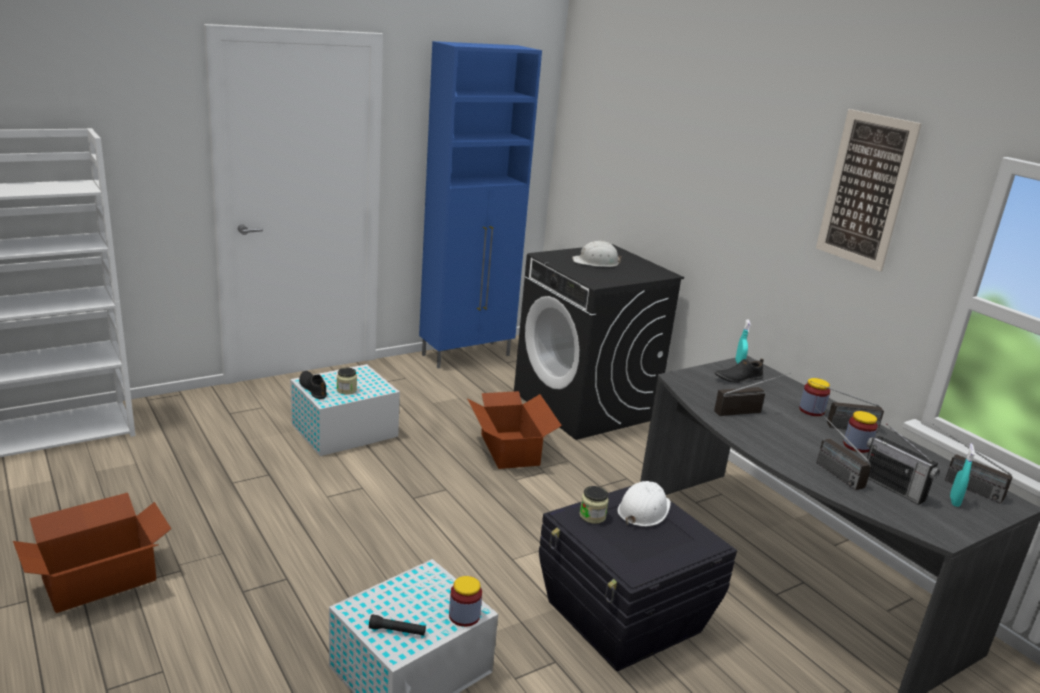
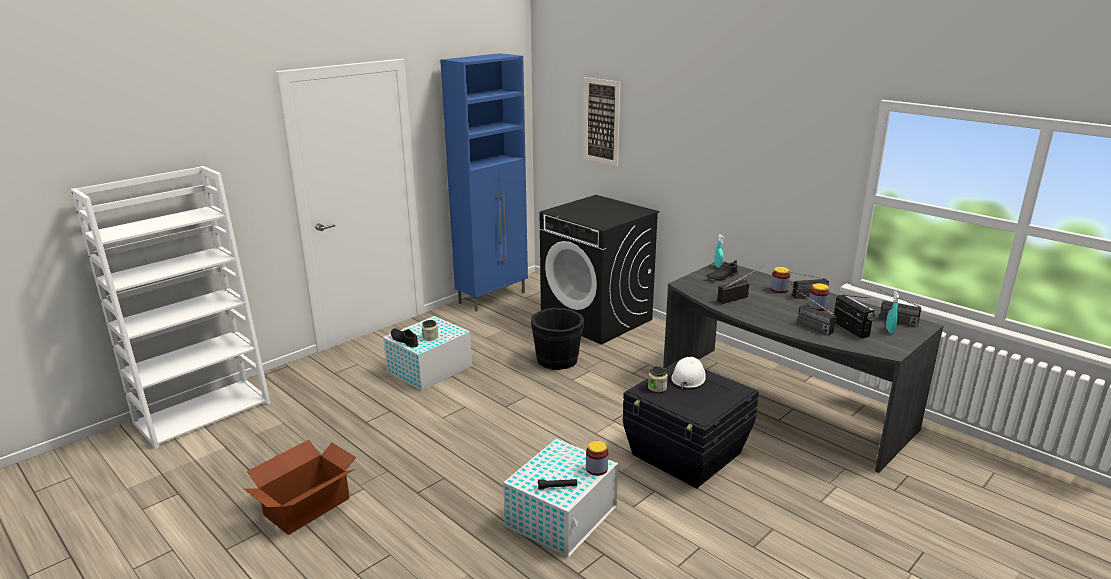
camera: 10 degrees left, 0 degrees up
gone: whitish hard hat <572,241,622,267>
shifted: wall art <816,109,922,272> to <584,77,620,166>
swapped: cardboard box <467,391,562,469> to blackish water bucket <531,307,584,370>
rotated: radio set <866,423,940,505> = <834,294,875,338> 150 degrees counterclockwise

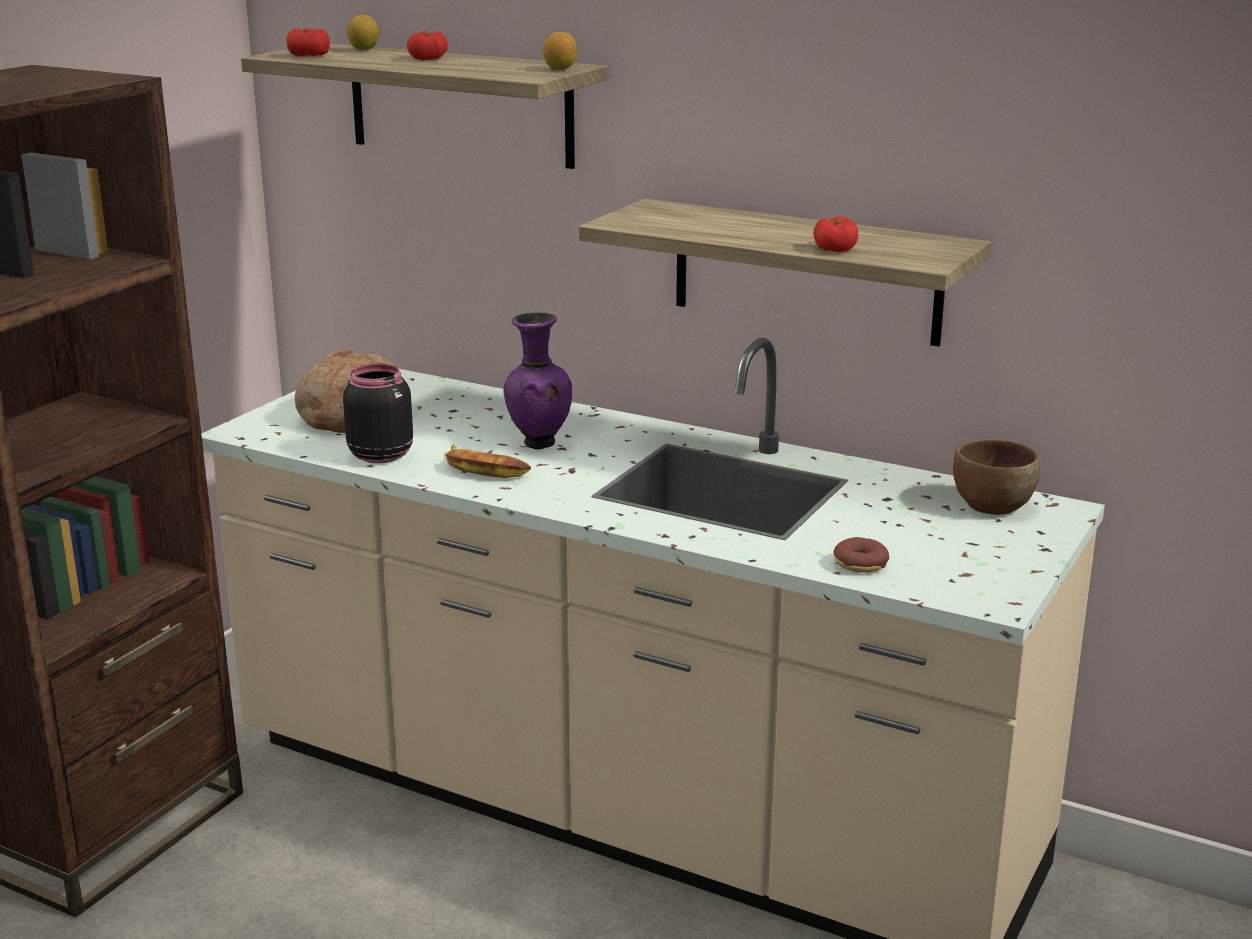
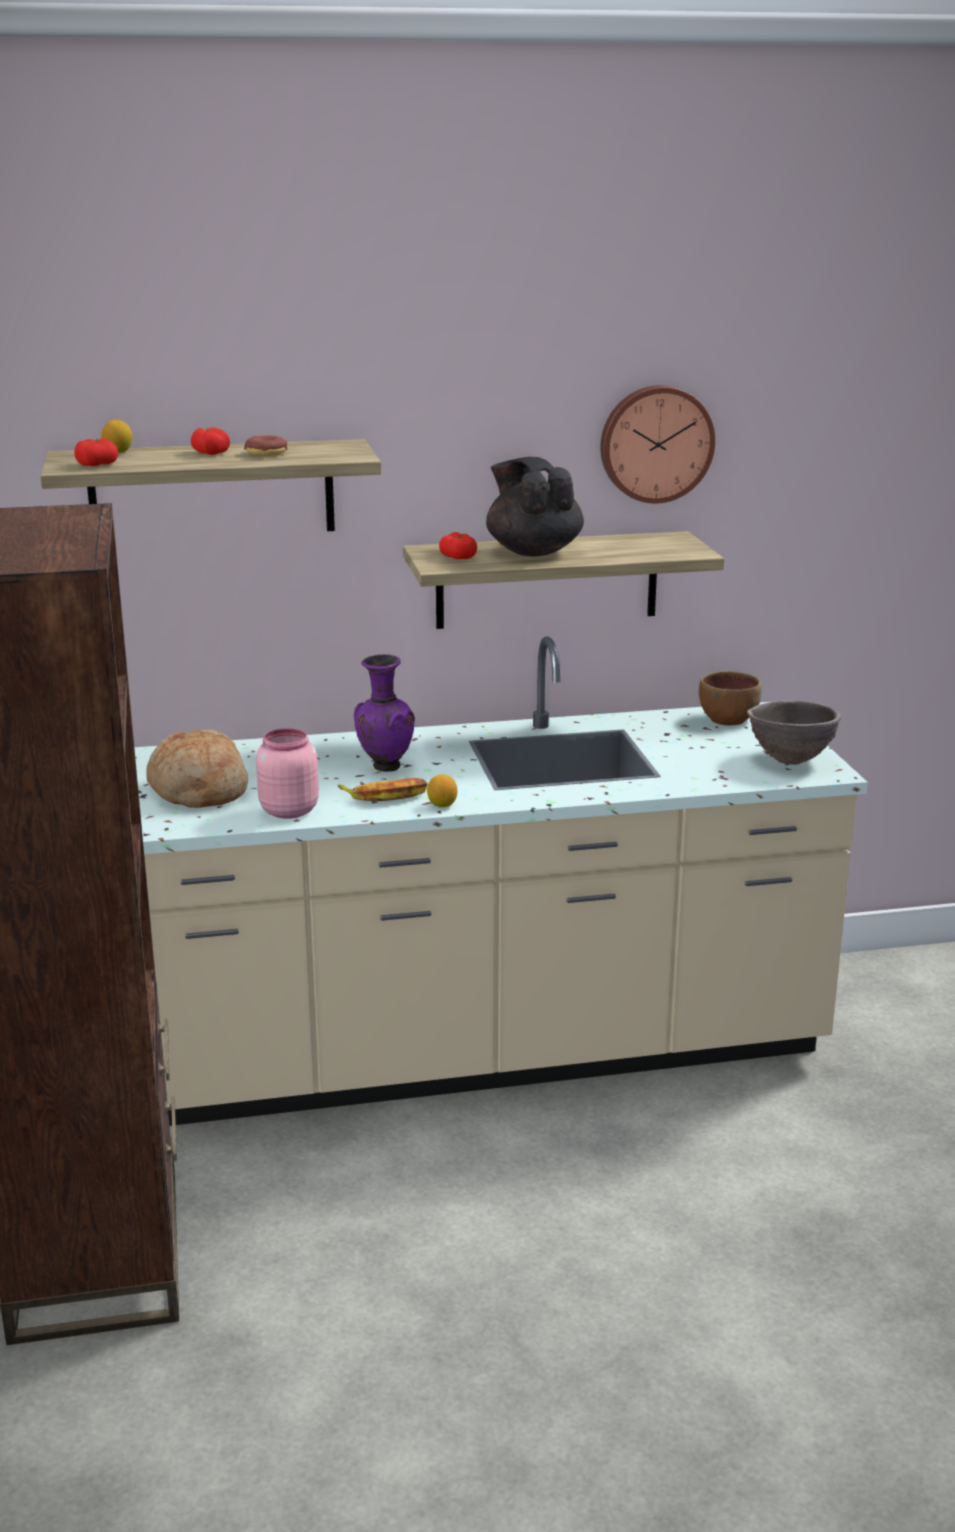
camera: 40 degrees left, 0 degrees up
new: blackish pot for tea <486,457,584,556>; hanging clock <600,385,715,504>; brownish serving bowl <747,700,841,765>
shifted: citrus fruit <543,32,577,70> to <427,774,457,807>; fresh tomato <813,216,858,252> to <439,532,477,559>; doughnut <833,537,889,573> to <244,435,288,456>
repainted: blackish storage jar <343,364,413,463> to pink storage jar <256,728,319,819>

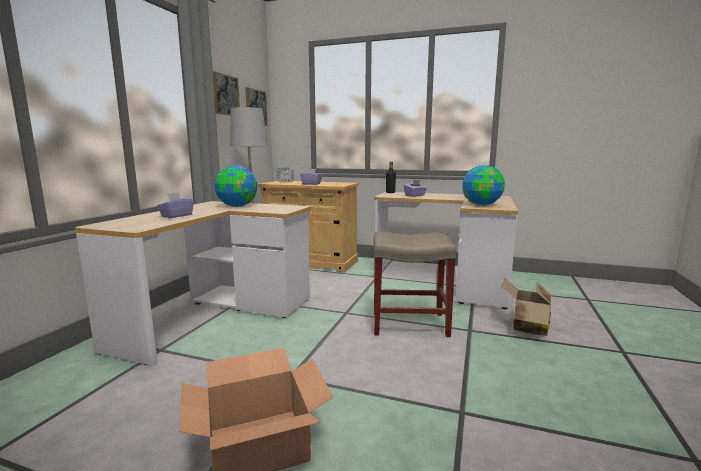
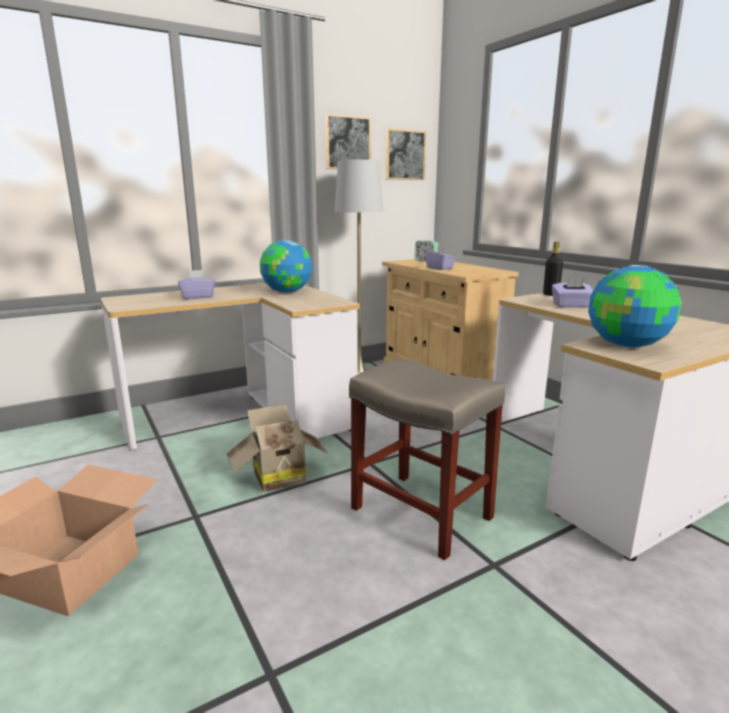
camera: 40 degrees right, 5 degrees up
shifted: cardboard box <501,278,551,336> to <227,404,328,492>

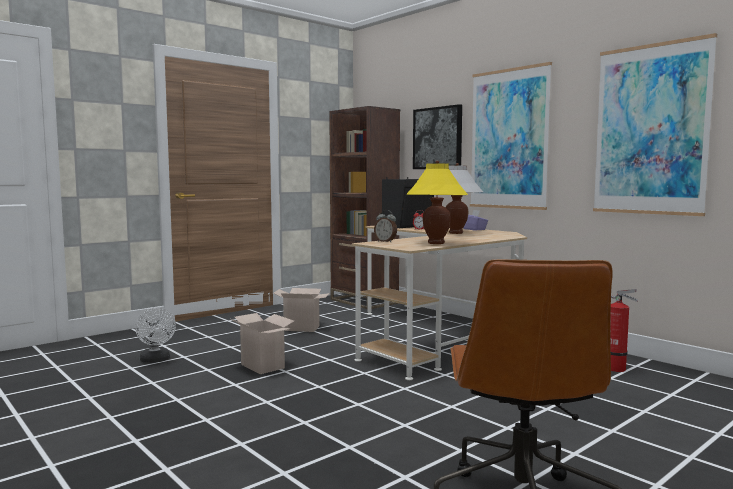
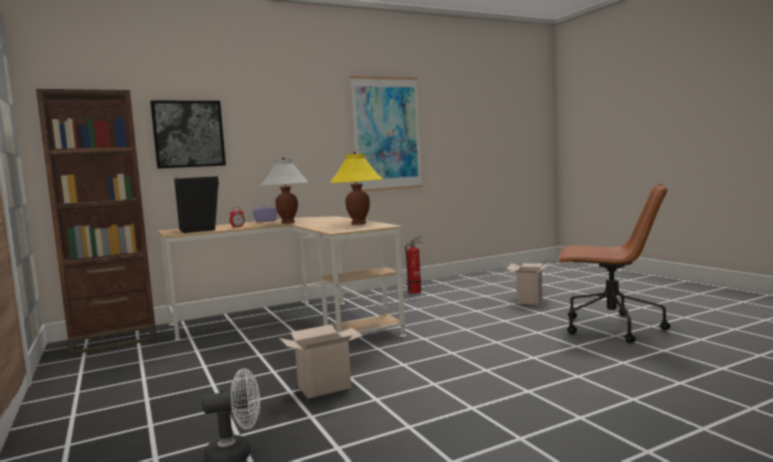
camera: 75 degrees left, 0 degrees up
gone: bedside clock <374,210,397,242>; wall art <470,62,552,210>
shifted: cardboard box <273,288,330,332> to <506,262,550,305>

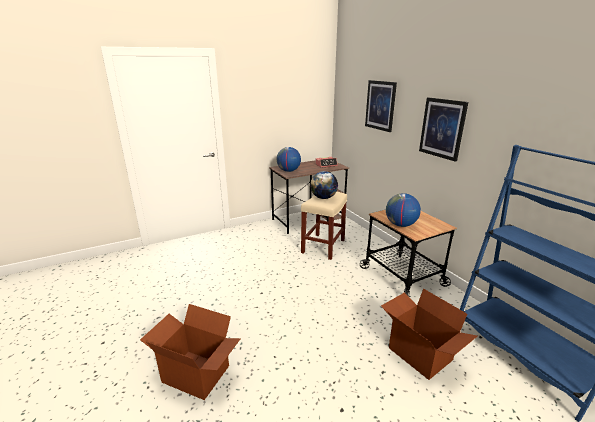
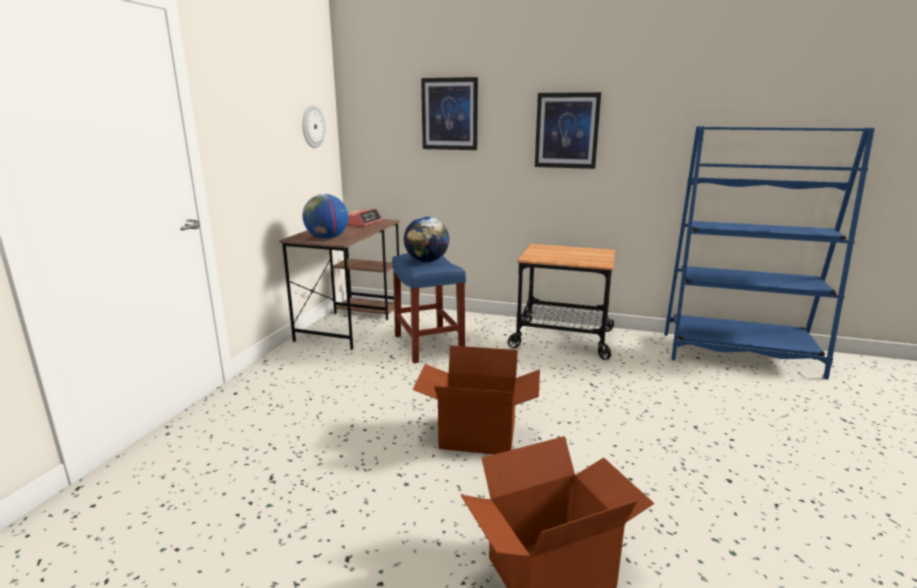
camera: 45 degrees left, 5 degrees down
gone: world globe <386,193,421,227>
new: hanging clock <303,105,325,148>
shifted: cardboard box <381,288,478,380> to <412,345,540,454>
repainted: beige-coloured sitting stool <301,191,347,260> to blue sitting stool <392,253,466,363>

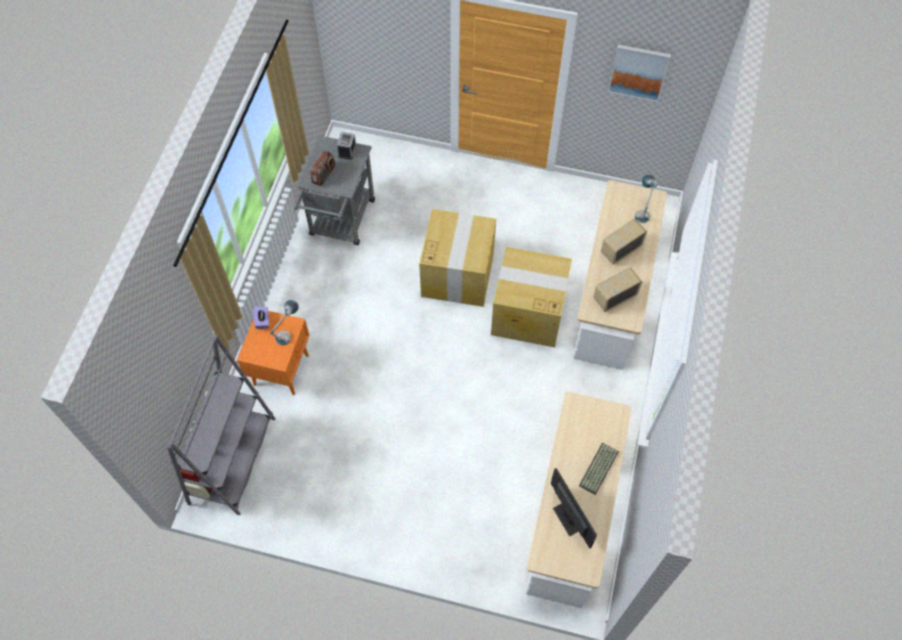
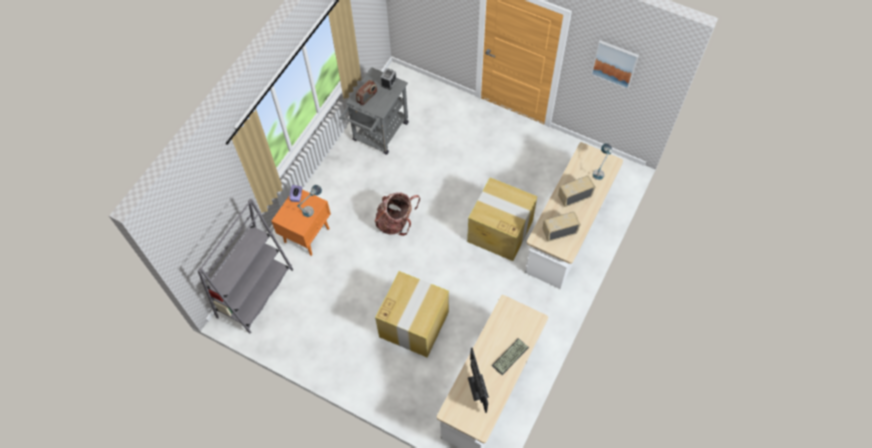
camera: 15 degrees right, 0 degrees up
new: backpack <375,192,420,236>
shifted: cardboard box <419,209,496,307> to <375,271,449,358>

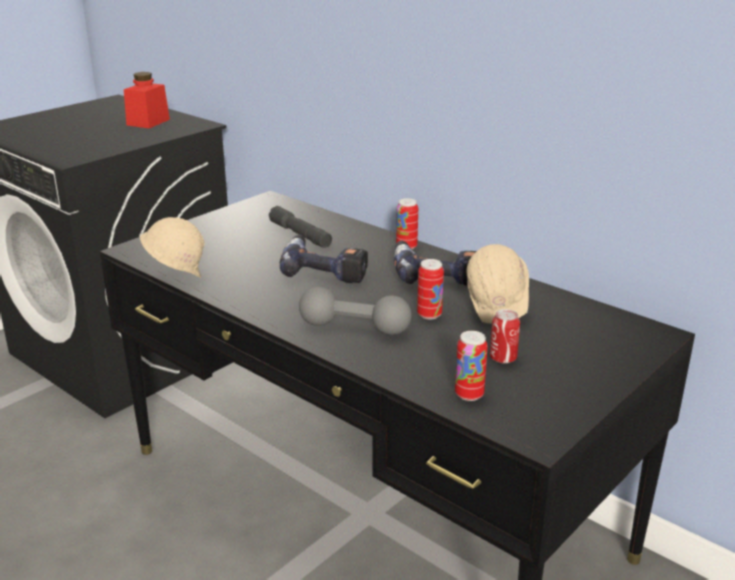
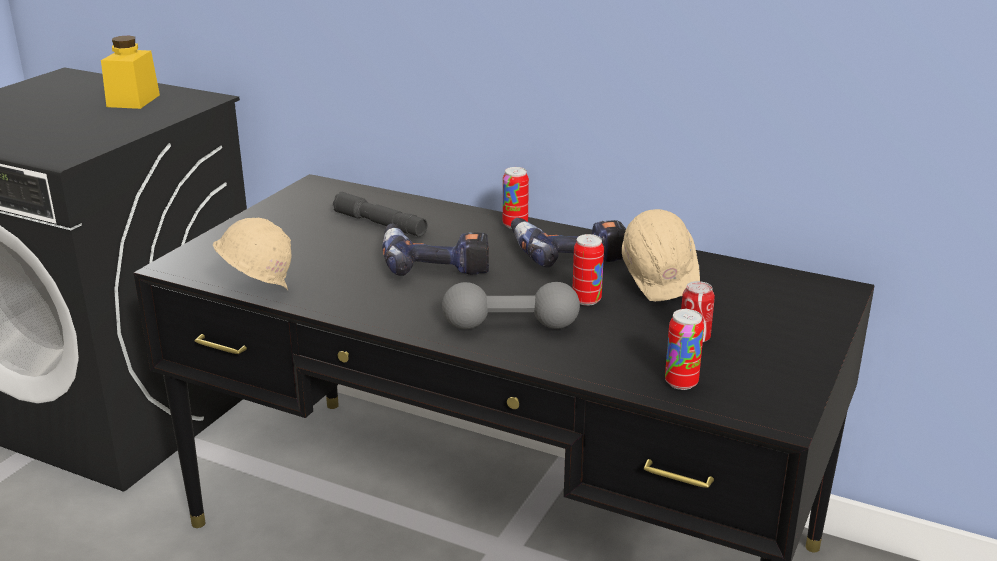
camera: 15 degrees left, 0 degrees up
repainted: reddish storage jar <124,72,170,128> to yellowish storage jar <101,36,160,109>

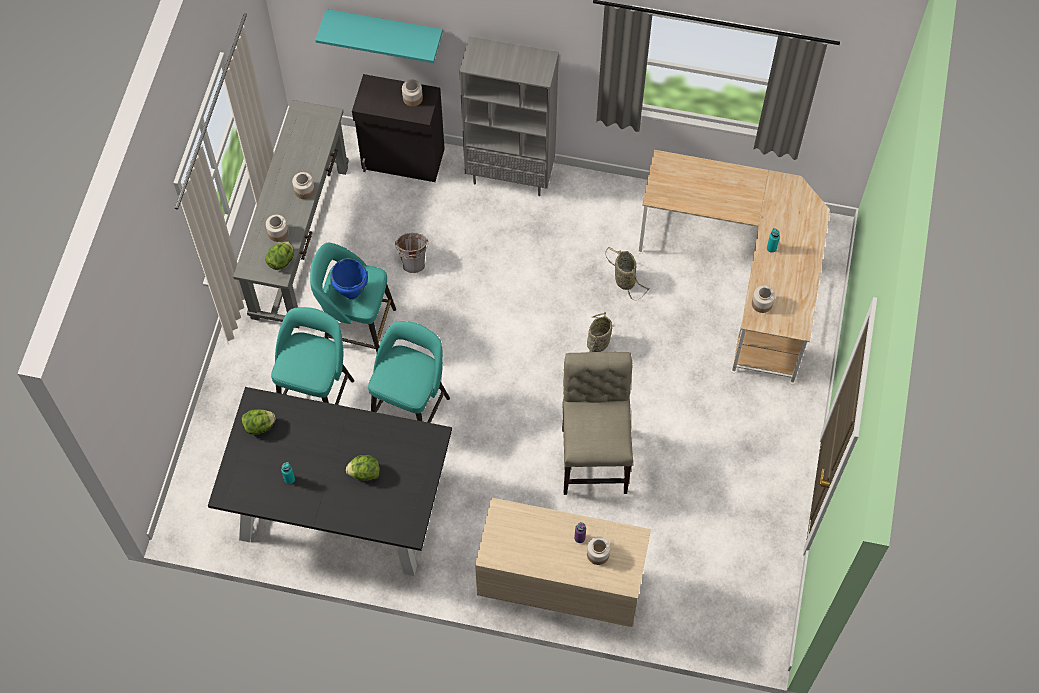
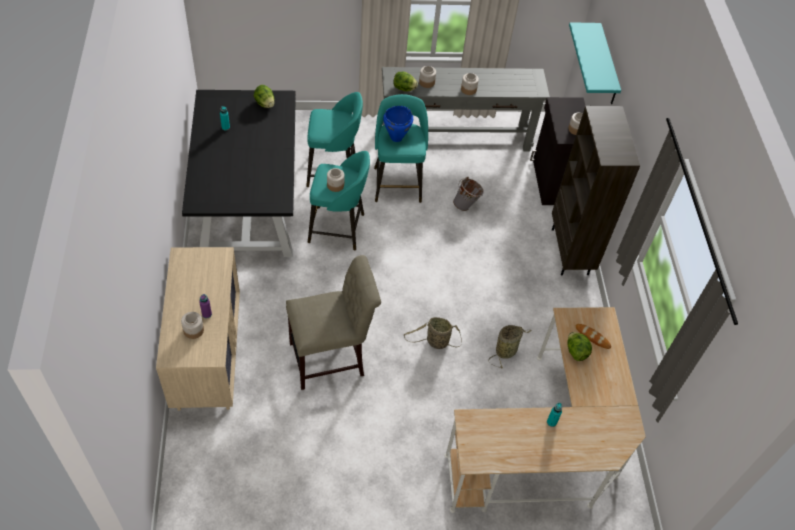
camera: 70 degrees right, 10 degrees down
new: bakery bread <576,324,611,349>
shifted: lettuce head <346,455,380,481> to <568,332,592,361>; storage jar <752,285,775,313> to <327,168,345,192>
repainted: gray shelving unit <459,36,559,196> to brownish shelving unit <552,106,640,275>

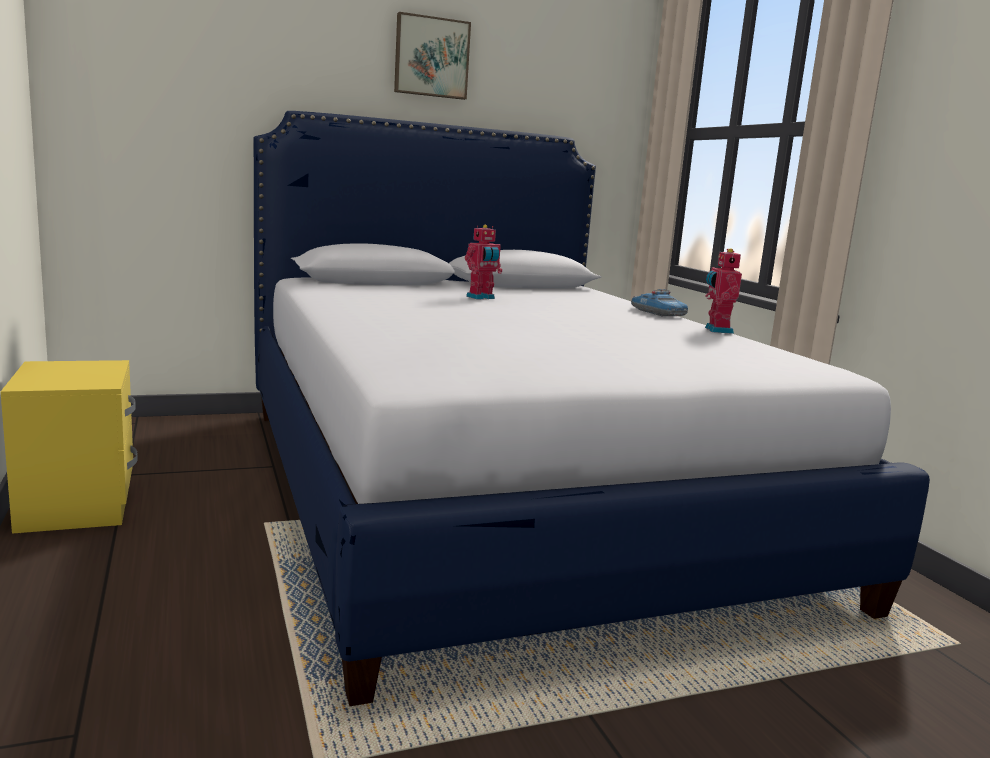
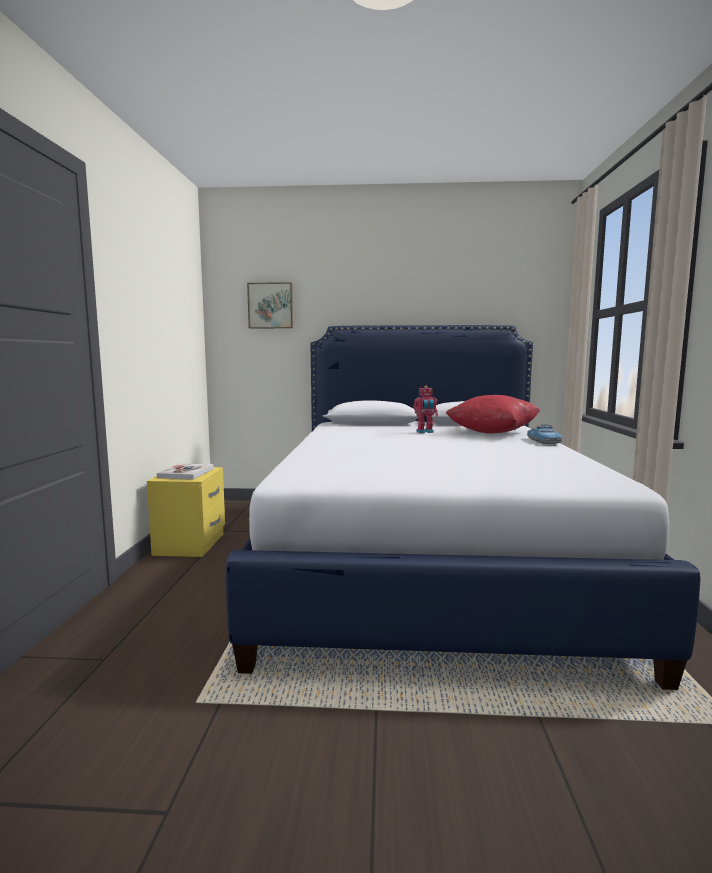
camera: 25 degrees right, 5 degrees down
gone: robot figure <705,248,742,334>
new: book <157,463,214,480>; reddish cushion <446,395,541,433>
shifted: wall art <394,12,471,100> to <247,282,293,328>

